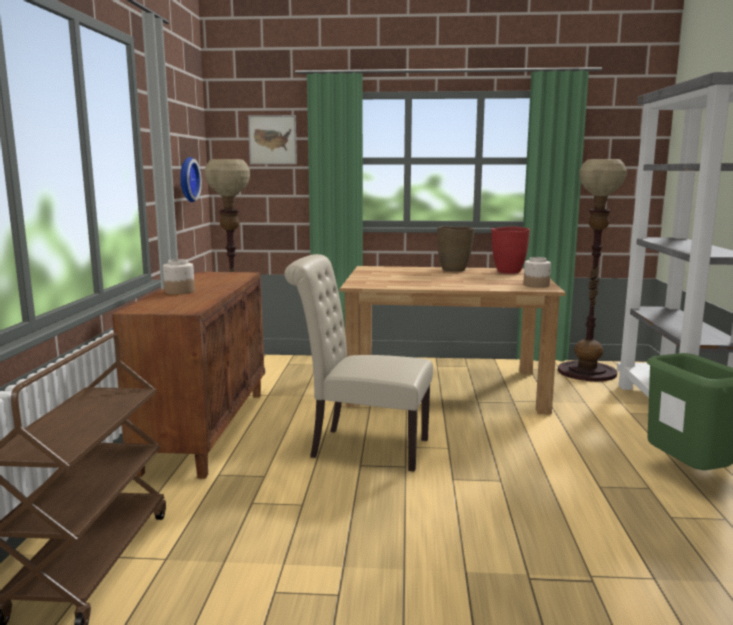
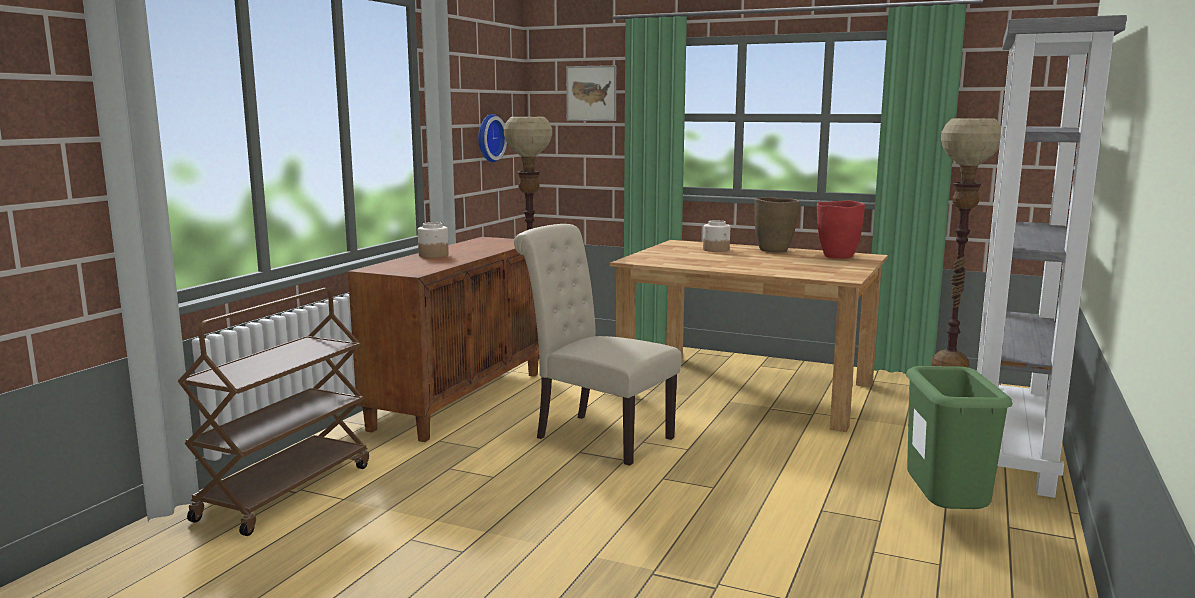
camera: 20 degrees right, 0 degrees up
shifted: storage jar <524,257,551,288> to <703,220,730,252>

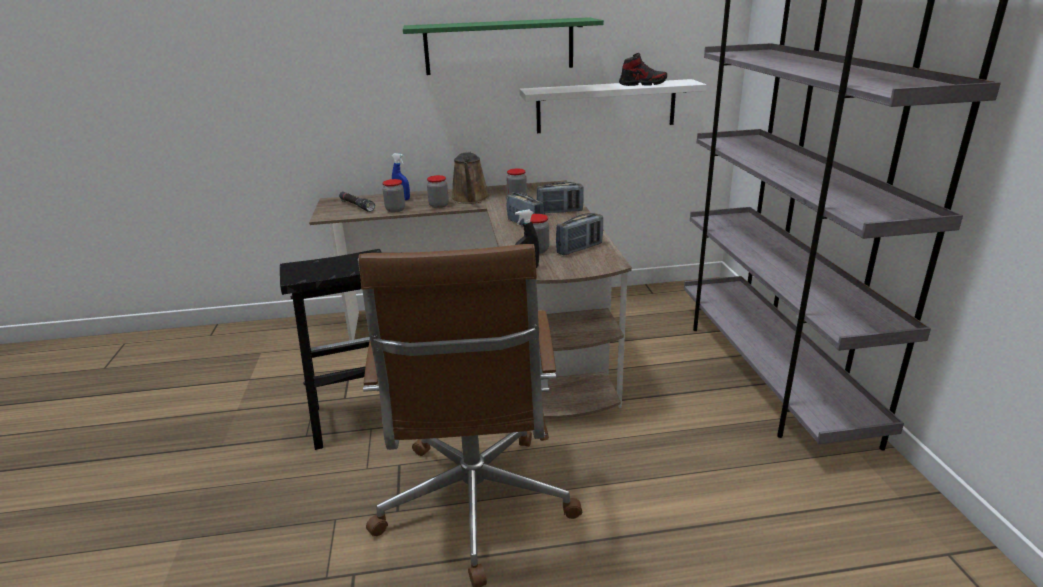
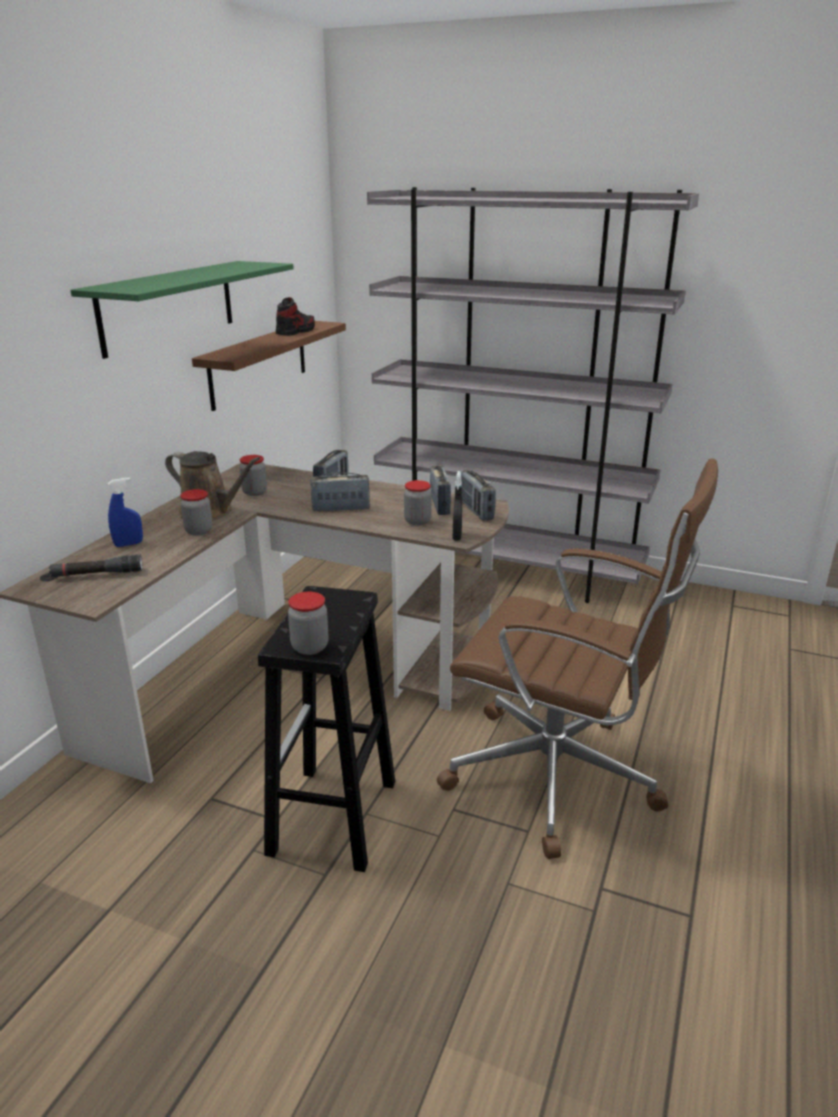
camera: 60 degrees left, 0 degrees up
new: radio set <461,470,496,521>
shifted: storage jar <382,179,405,212> to <288,592,329,655>
repainted: whitish bracket shelf <519,79,707,133> to brownish bracket shelf <192,321,346,411>

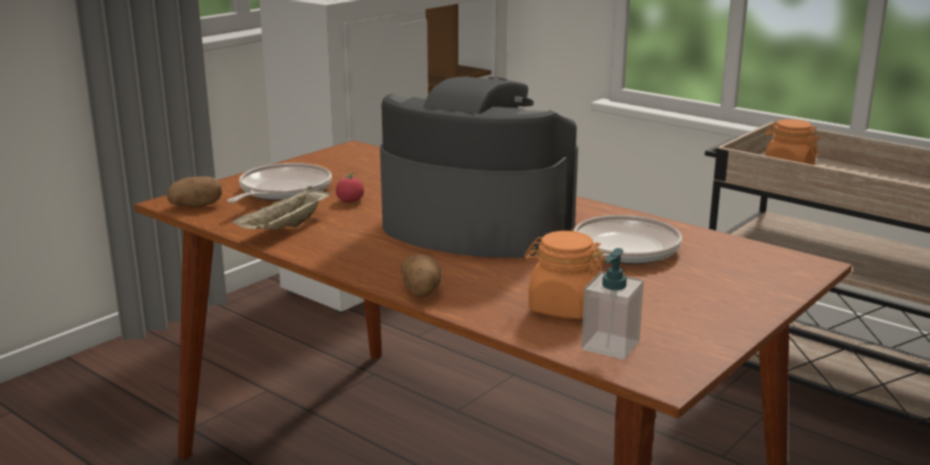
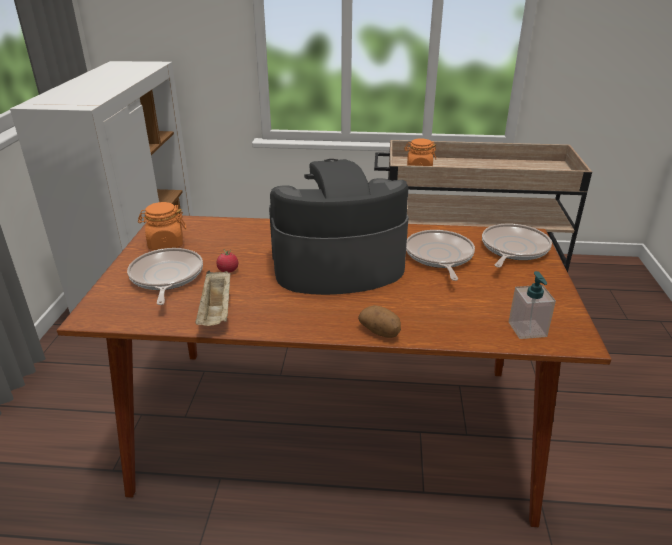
camera: 35 degrees left, 10 degrees up
gone: whole potato <167,177,222,207>
new: frying pan <482,223,552,268>
shifted: orange storage jar <524,231,606,319> to <138,202,186,250>

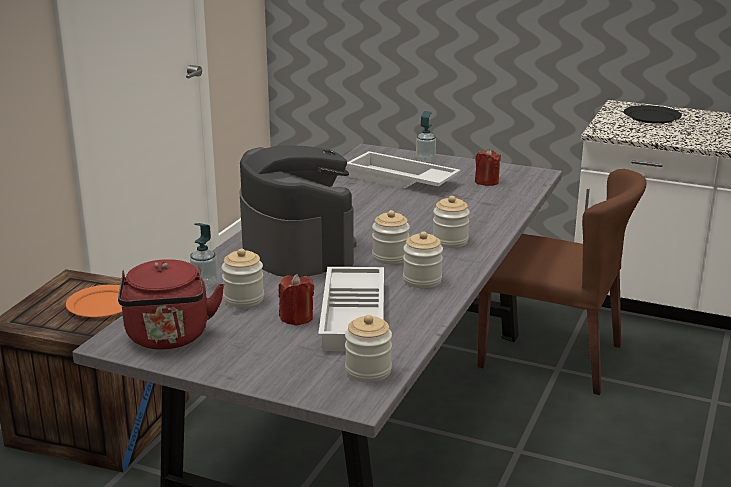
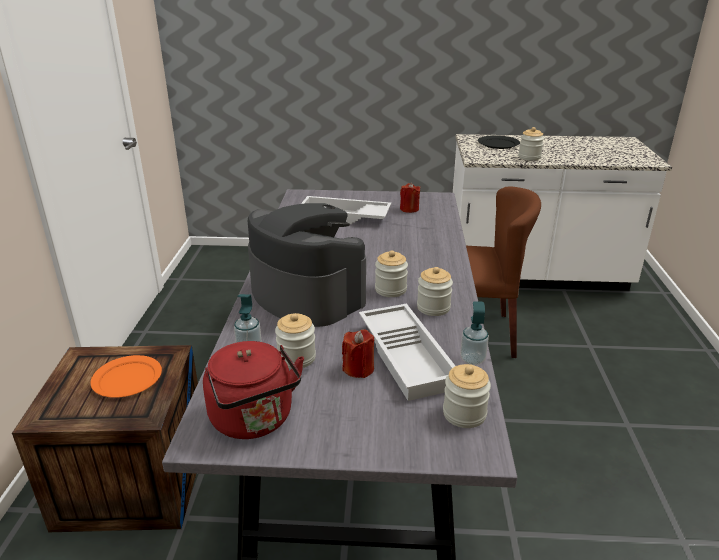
camera: 20 degrees left, 5 degrees up
shifted: liquid soap bottle <416,111,436,162> to <460,301,489,365>; storage jar <433,196,470,248> to <518,127,544,161>

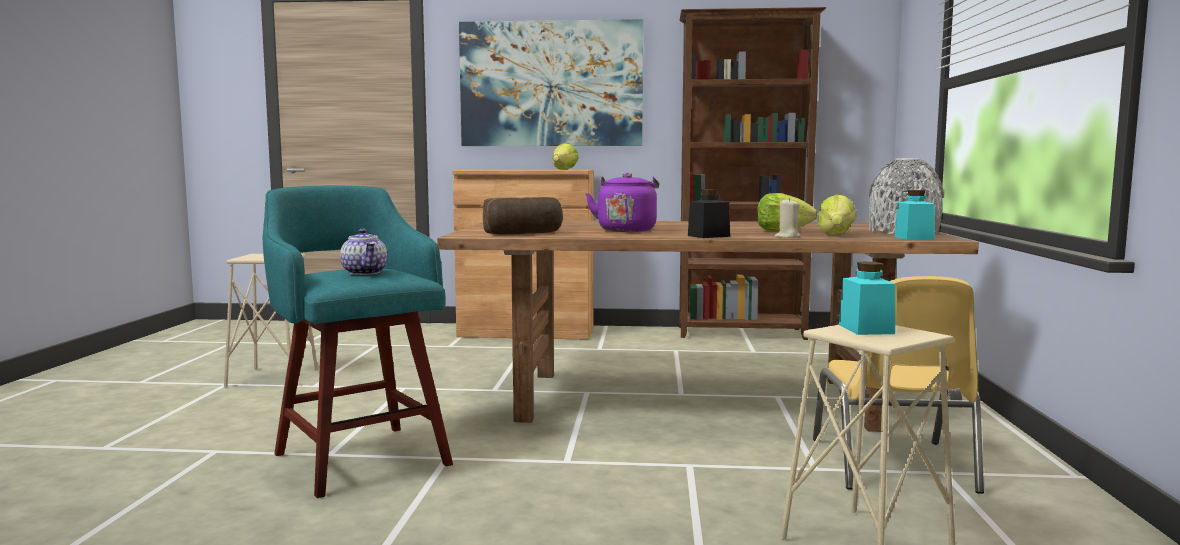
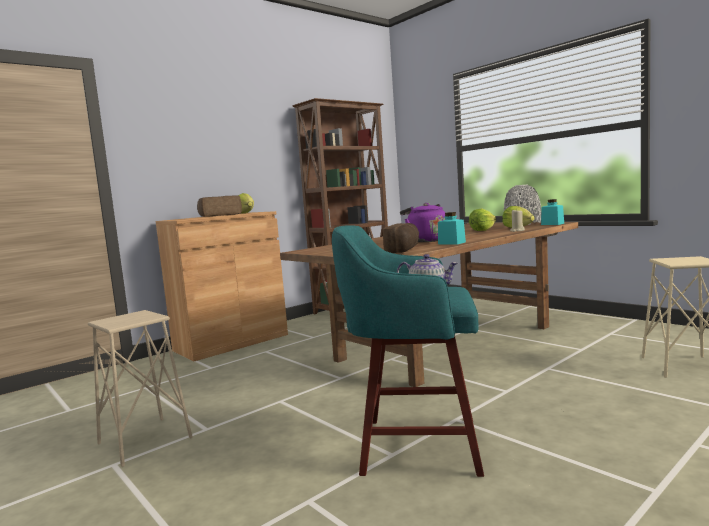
camera: 45 degrees left, 0 degrees up
gone: wall art <459,19,643,146>; blackish storage jar <688,189,730,238>; yellowish plain chair <813,276,984,494>
new: bakery bread <197,196,242,217>
shifted: blue-green storage jar <839,262,895,335> to <438,212,466,245>

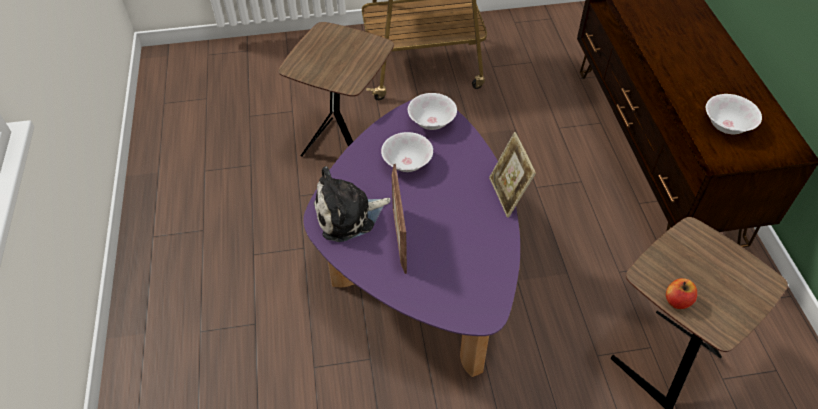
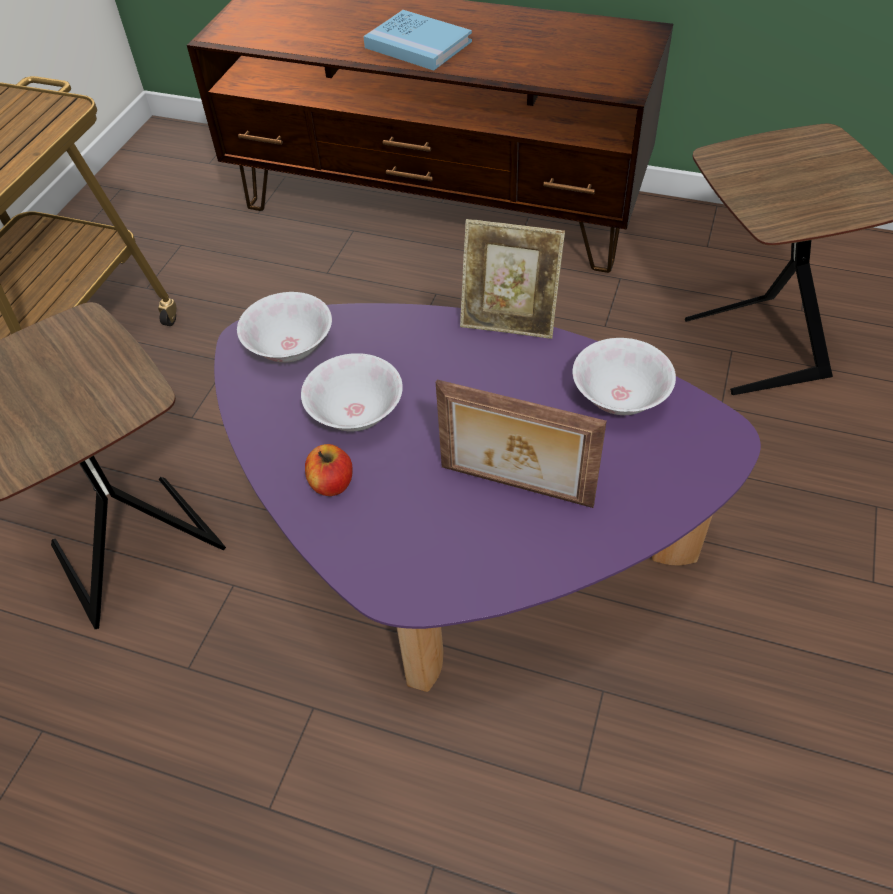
camera: 60 degrees left, 0 degrees up
gone: plush toy <314,166,391,242>
new: blue book <363,10,472,71>
shifted: apple <666,278,697,309> to <305,444,353,496>; whitish serving bowl <706,94,762,134> to <573,338,676,415>

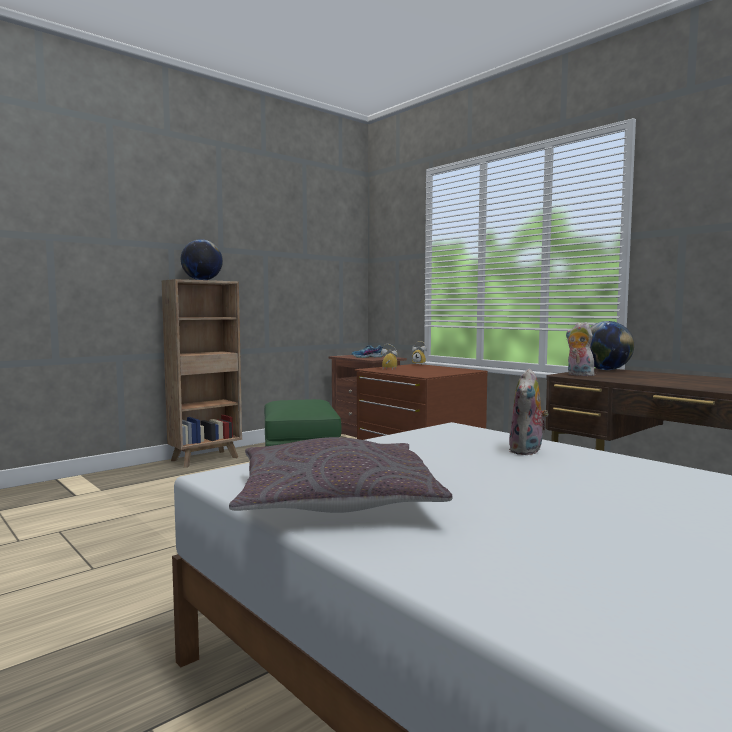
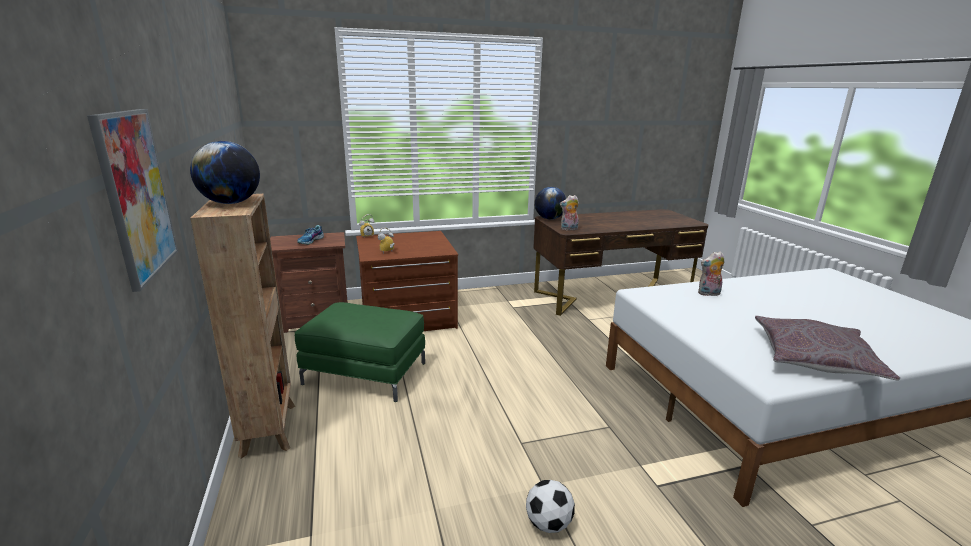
camera: 65 degrees left, 15 degrees up
new: wall art <87,109,178,292>; ball for football <526,480,575,533>
rotated: plush toy <509,368,549,455> = <698,251,724,296> 120 degrees clockwise

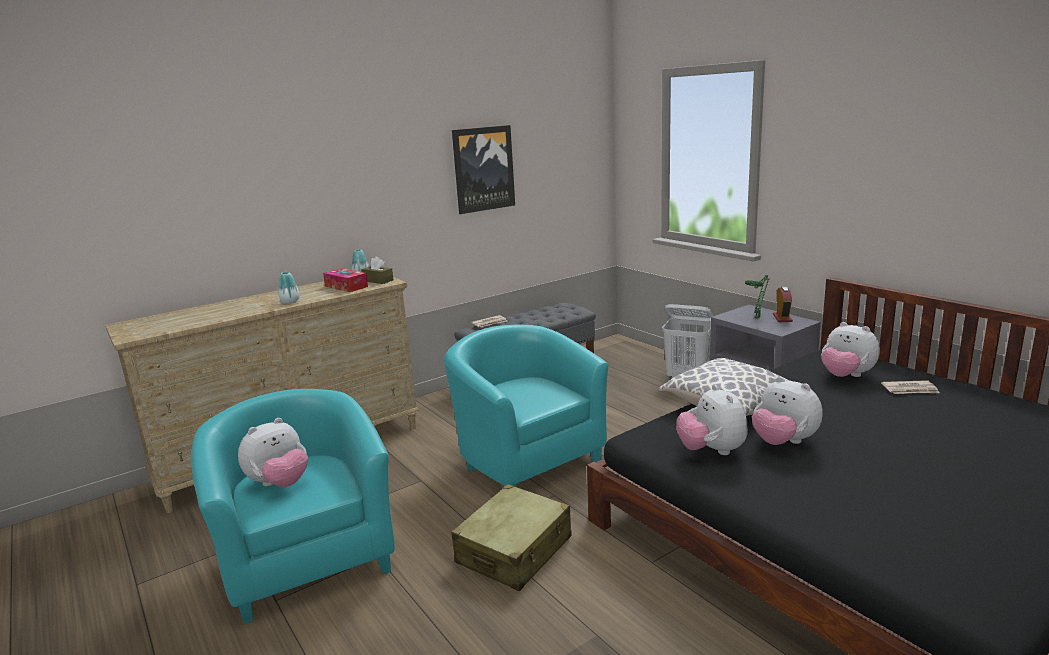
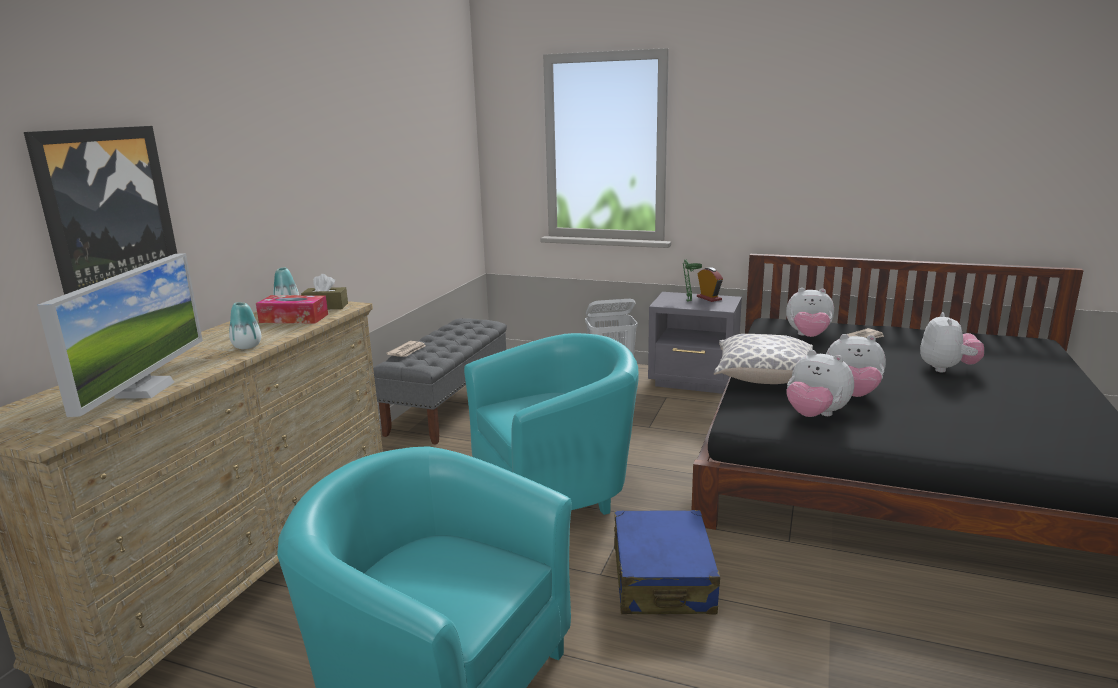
camera: 35 degrees left, 0 degrees up
new: computer screen <37,253,203,417>
shifted: plush toy <238,418,308,487> to <920,312,984,372>; wall art <452,125,515,214> to <24,126,177,295>
repainted: beige-coloured piece of luggage <451,484,571,591> to blue piece of luggage <614,510,720,615>
rotated: blue-green easy chair <444,325,608,487> = <464,333,639,515> 135 degrees clockwise

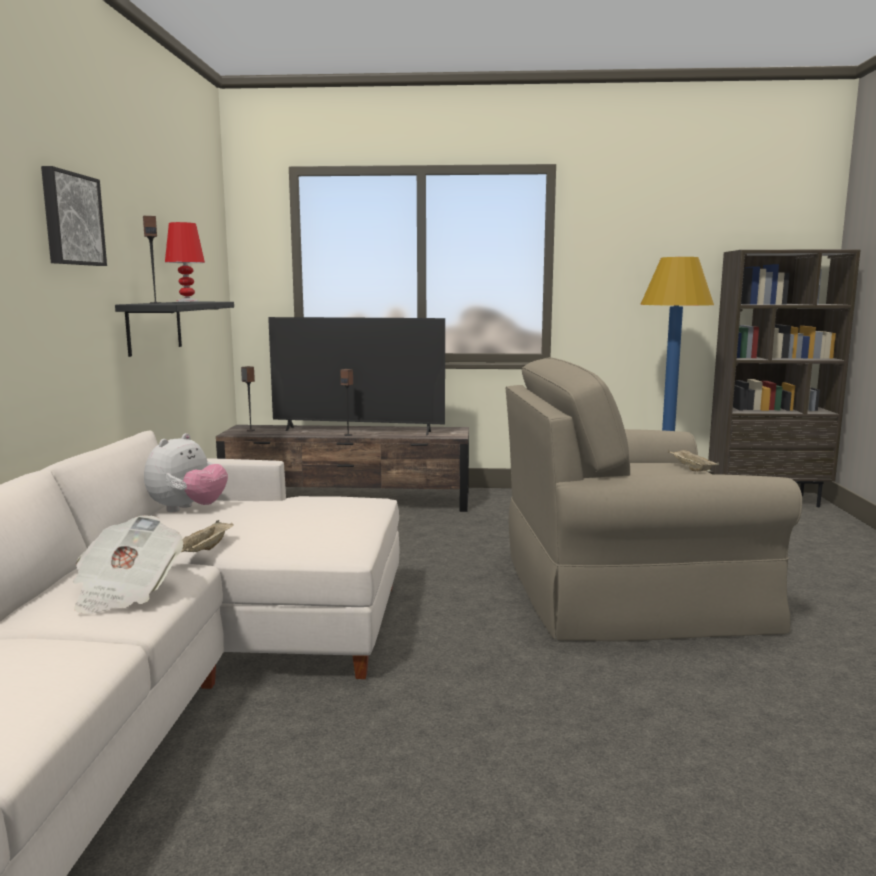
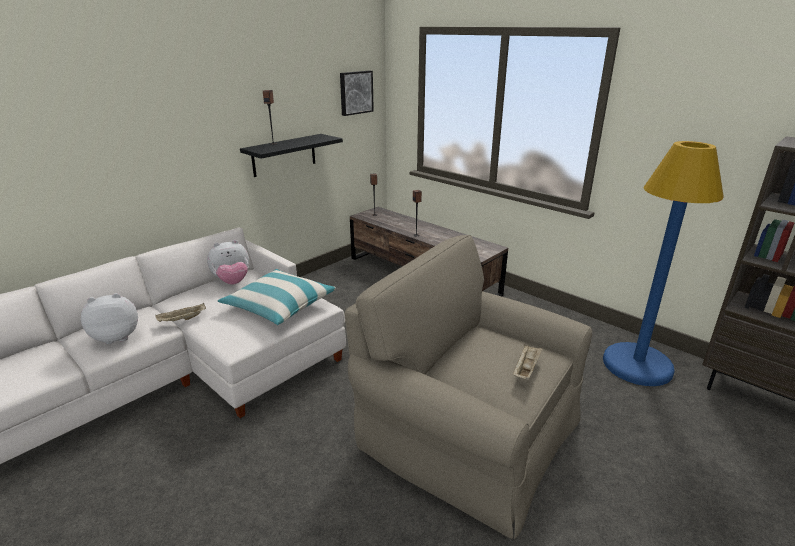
camera: 40 degrees right, 15 degrees up
gone: reddish tabletop lamp <165,222,205,302>; television <268,317,445,435>
new: cushion <218,269,336,325>
shifted: wall art <41,166,107,266> to <340,71,374,116>
swapped: daily paper <72,515,183,614> to plush toy <81,293,138,344>

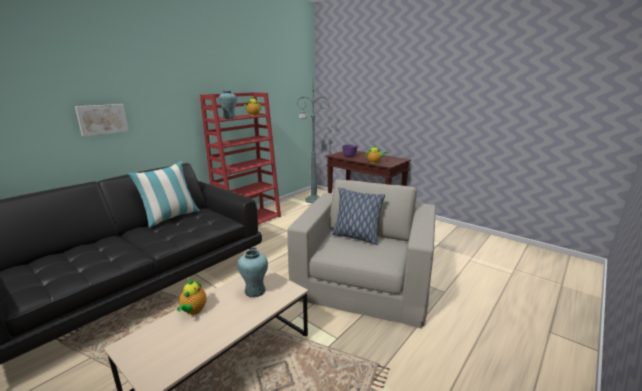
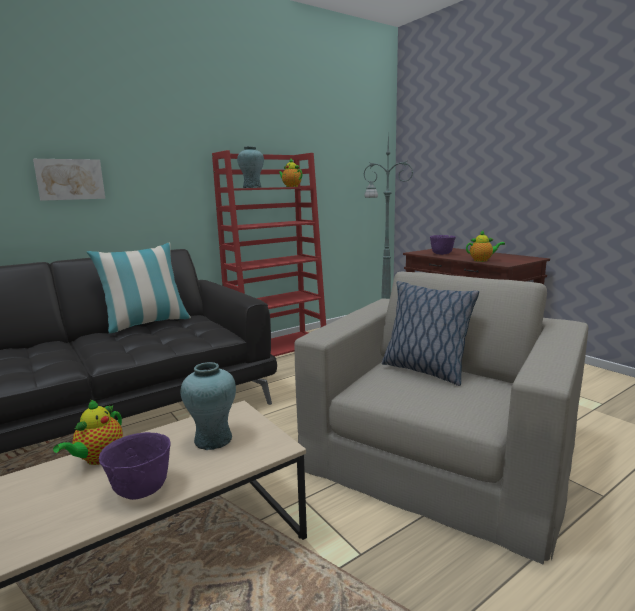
camera: 15 degrees right, 5 degrees down
new: purple serving bowl <98,432,170,500>

